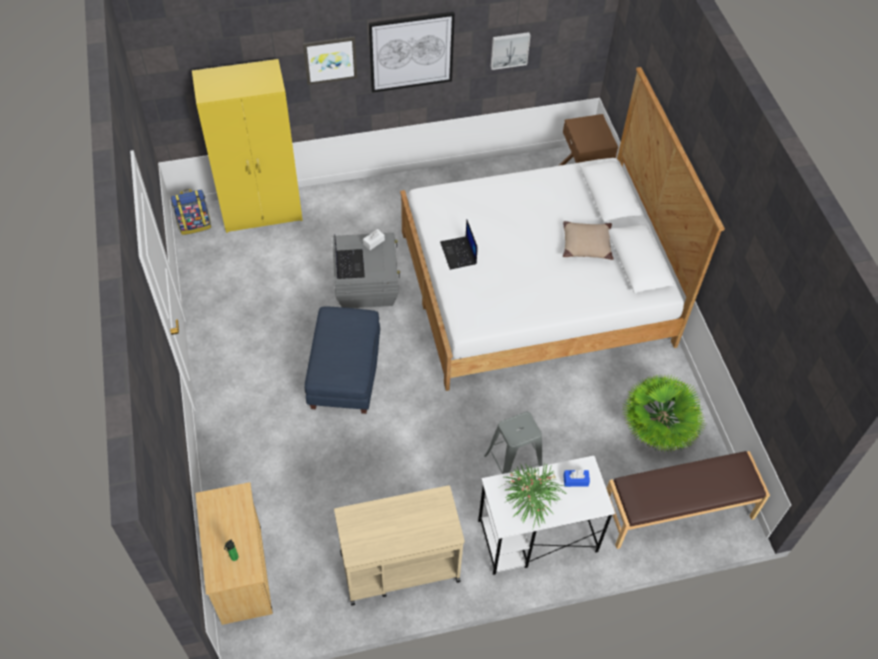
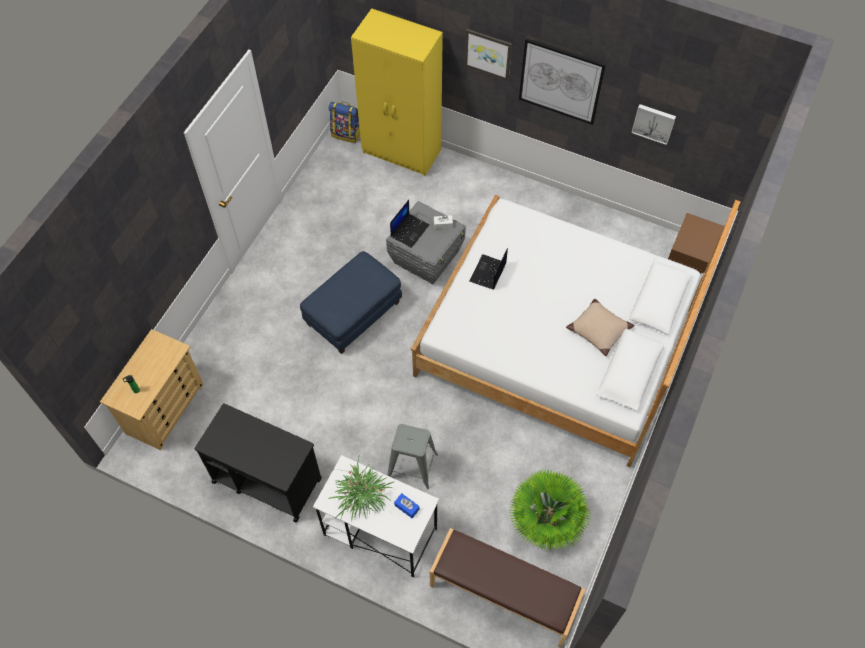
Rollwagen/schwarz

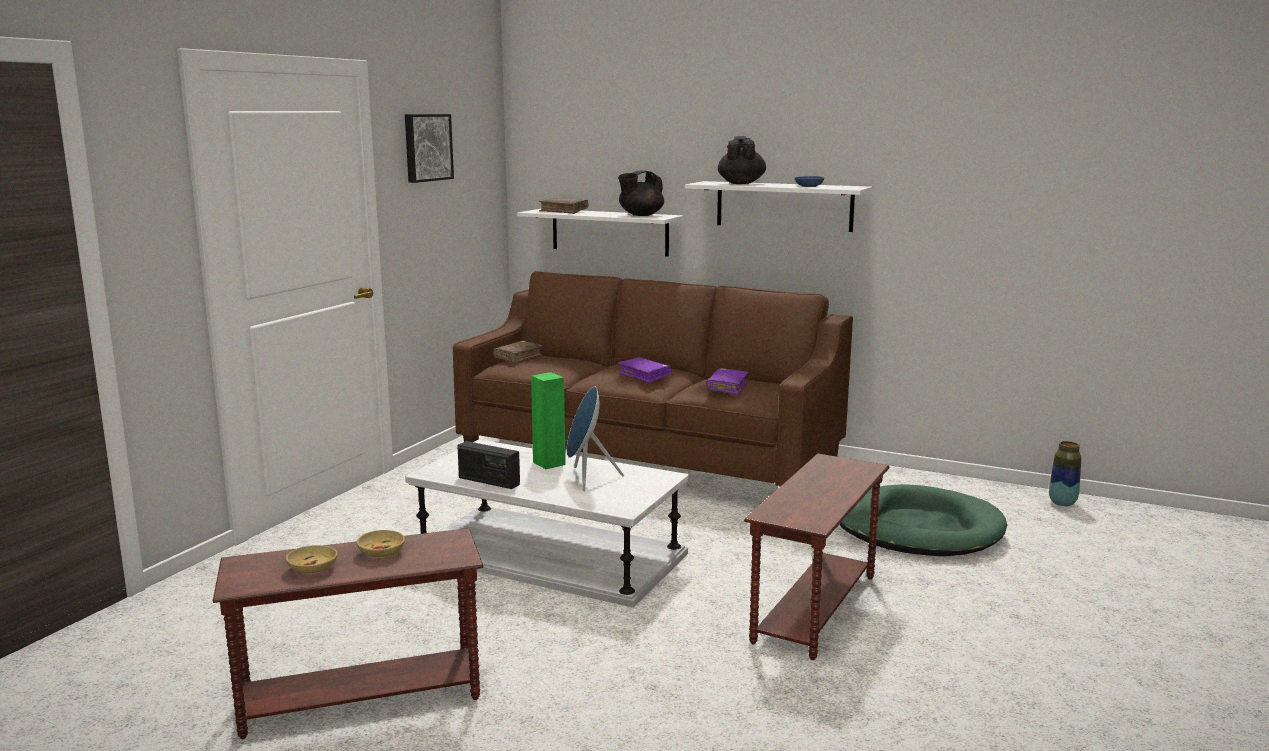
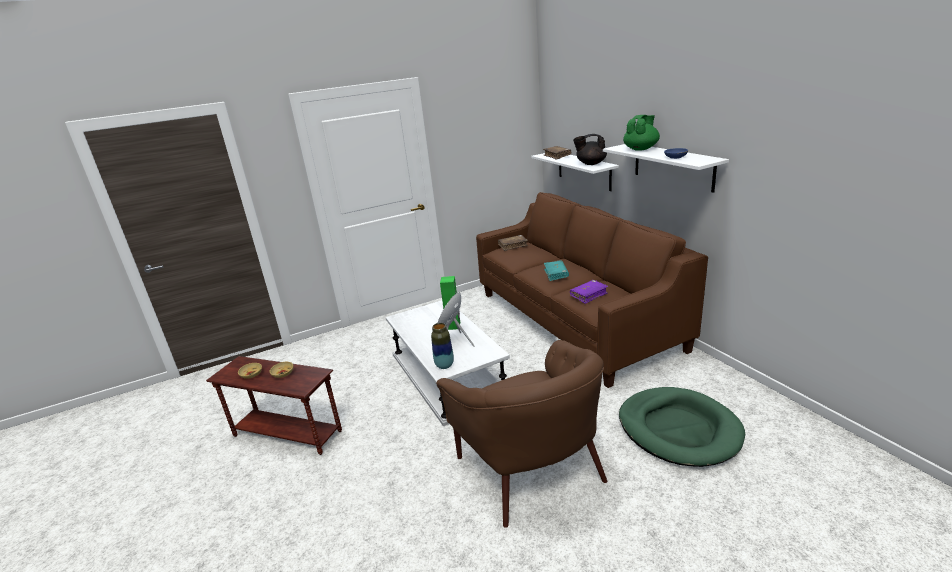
Bild
Radio
Vase
Sessel/braun
Buch/türkis
Teekanne/grün

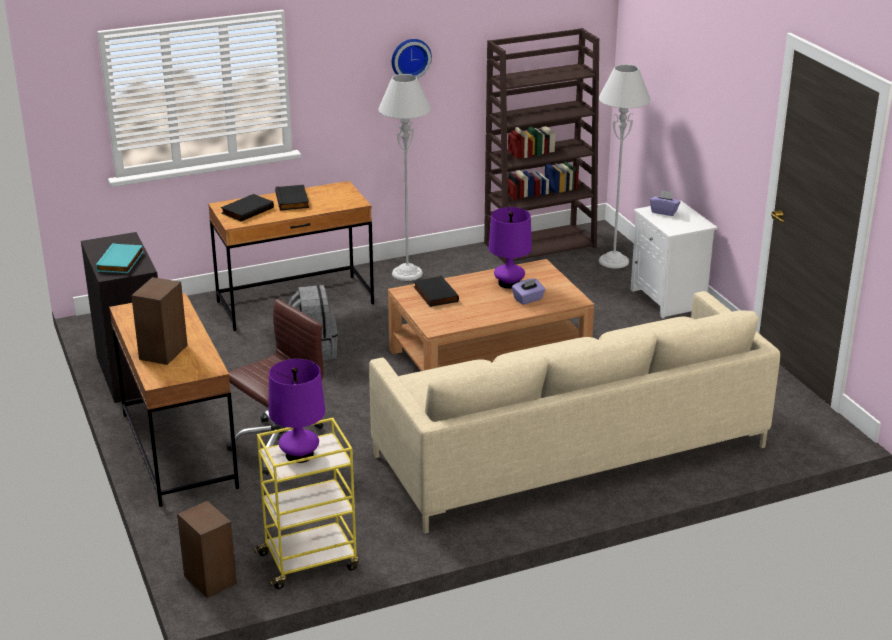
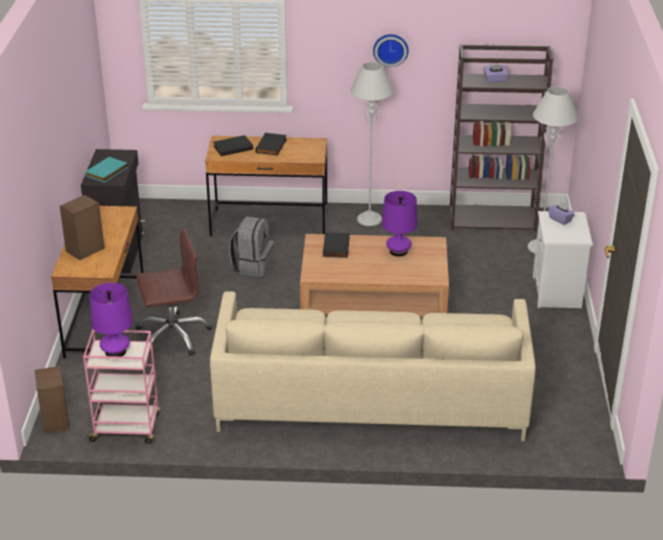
Taschentuchbox/lila (1st from left)
Rollwagen/rosa

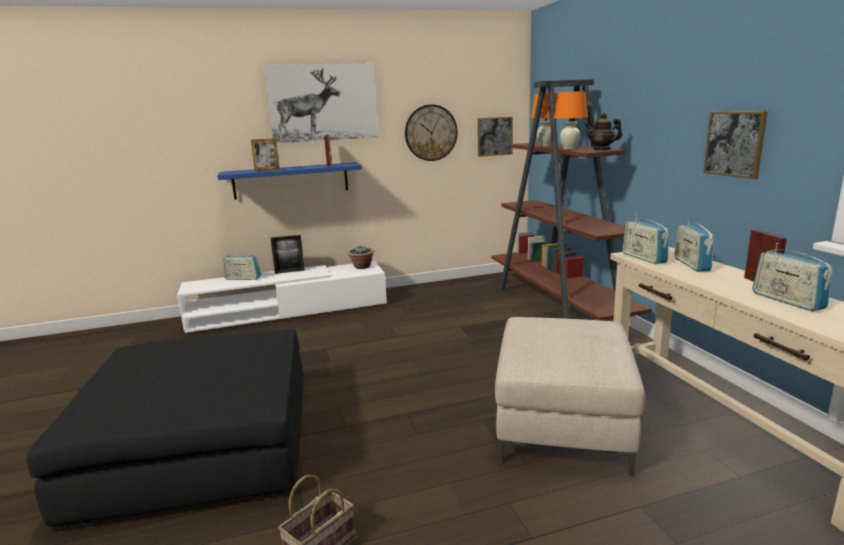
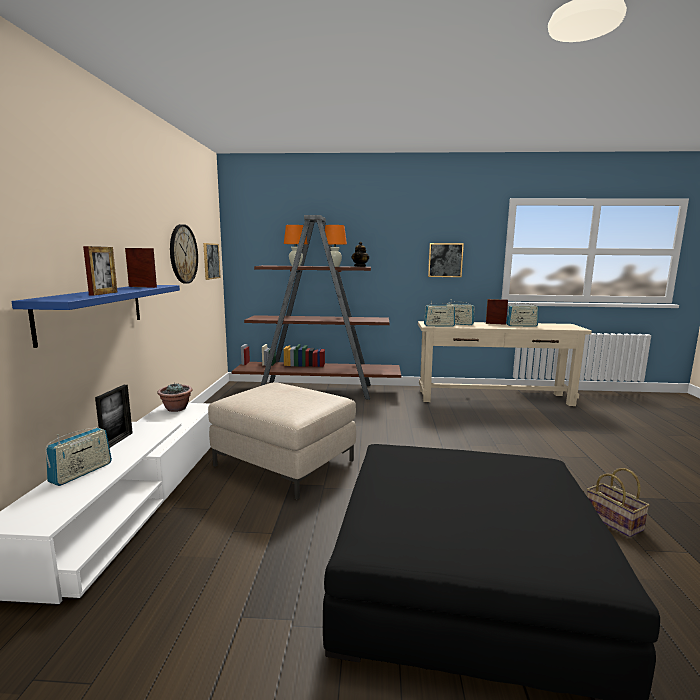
Bild (1st from left in the first image)
Polsterhocker/beige

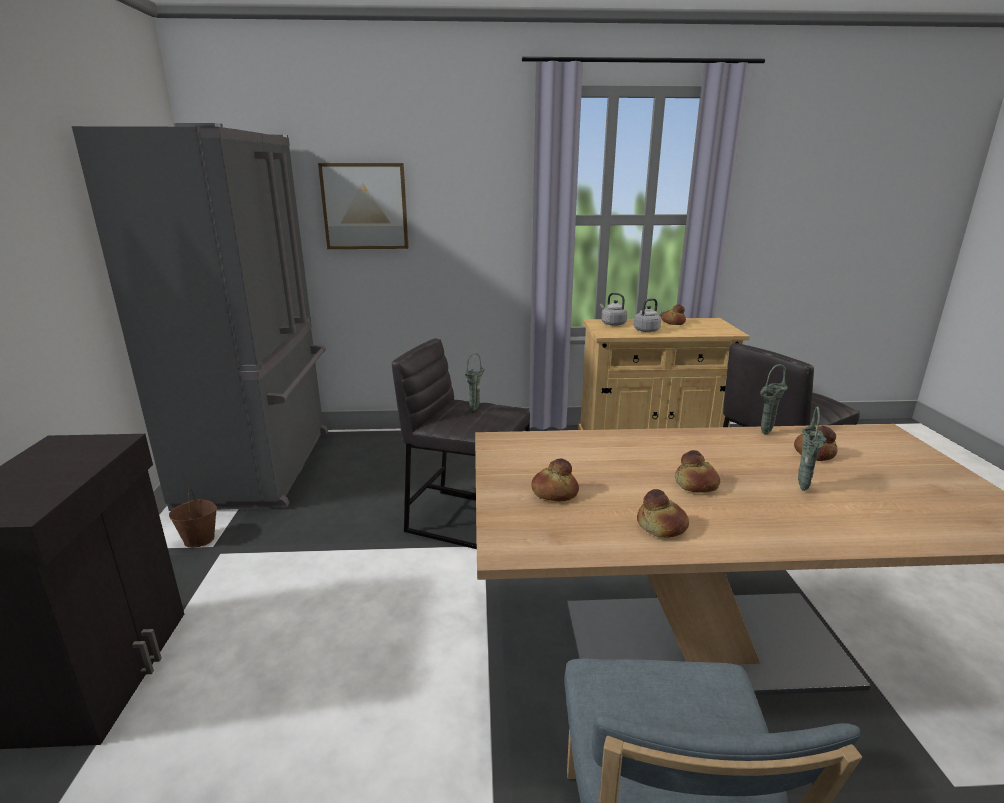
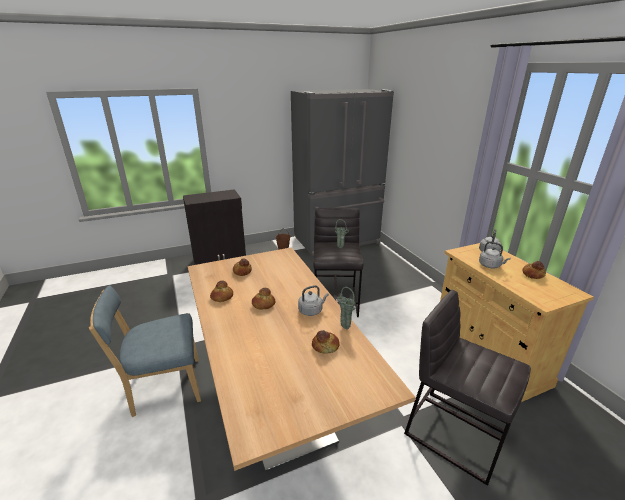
Bild
Vase/grün (3rd from left in the first image)
Wasserkessel/grau (1st from left)

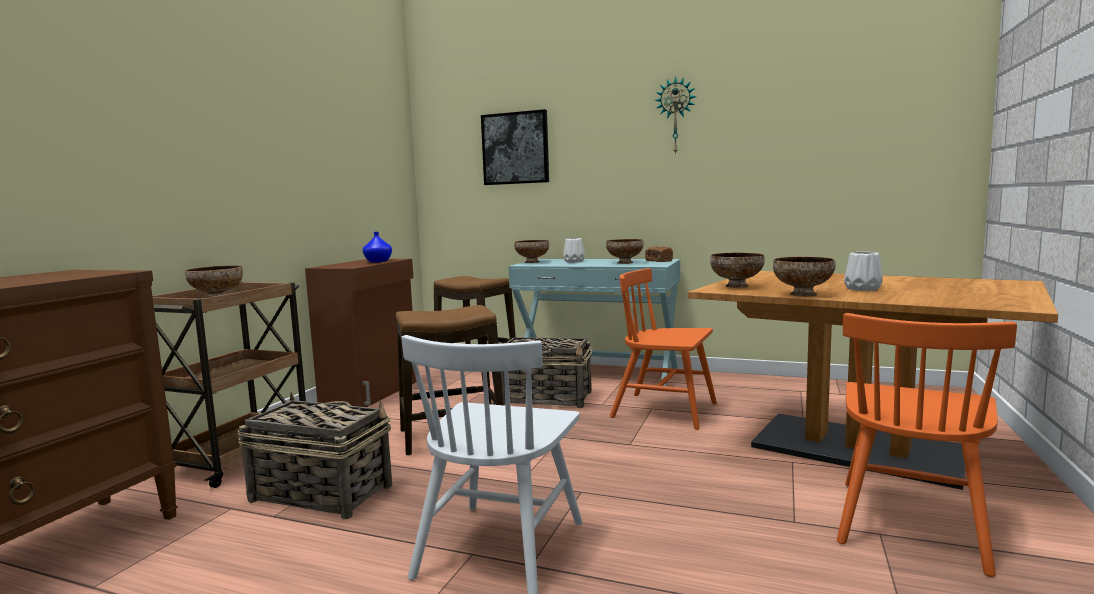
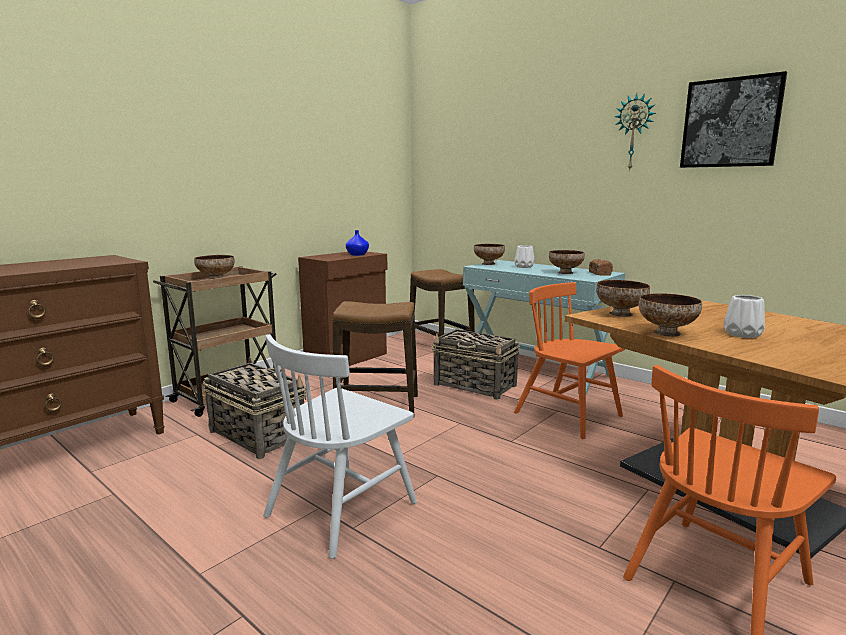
Bild

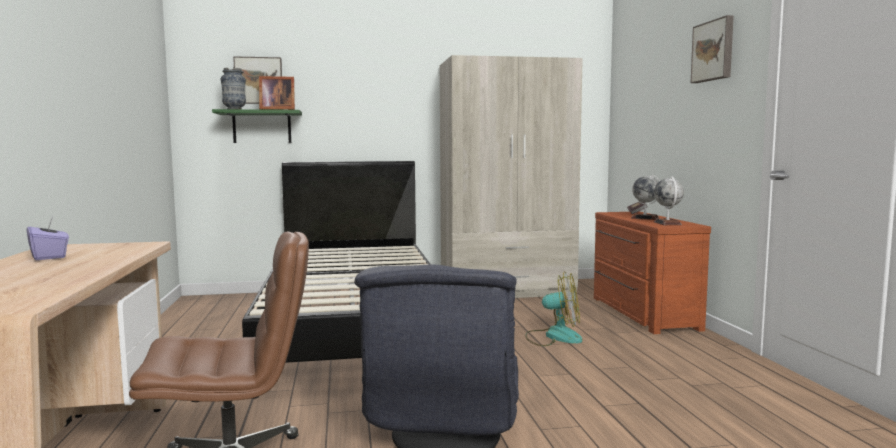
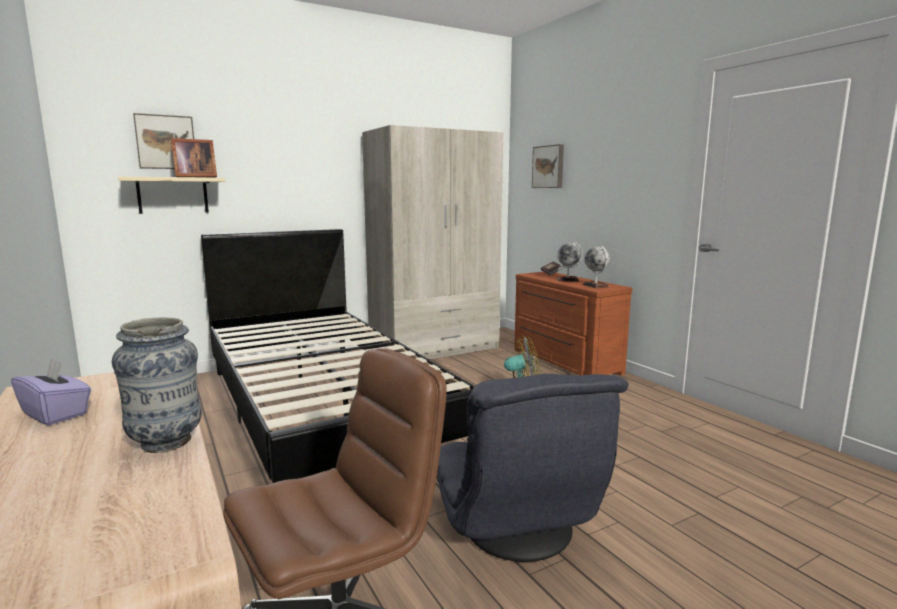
Vase
Bild (2nd from left)
Wandregal/beige

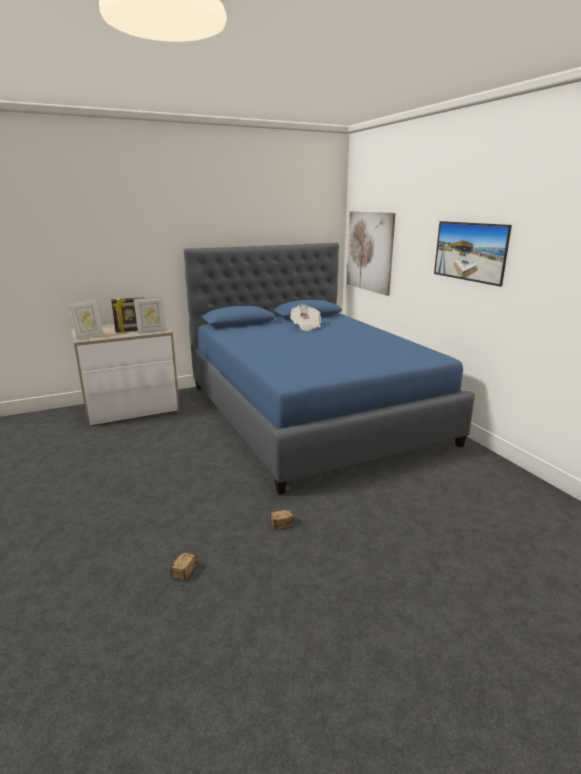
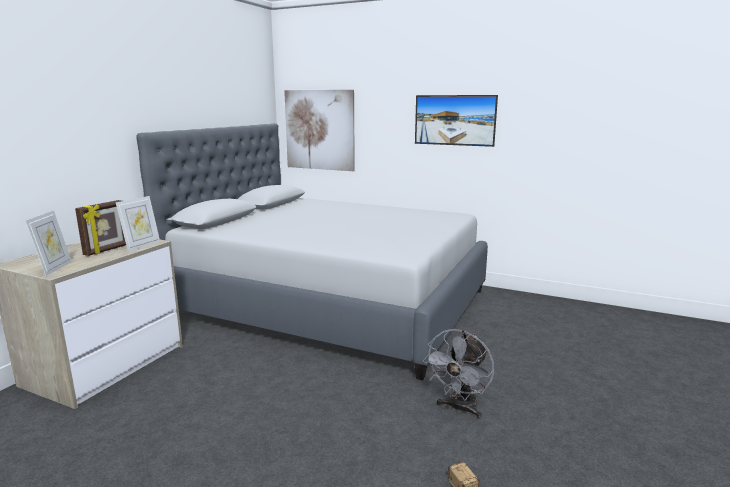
Zeitung
Ventilator/grau
Bett/grau

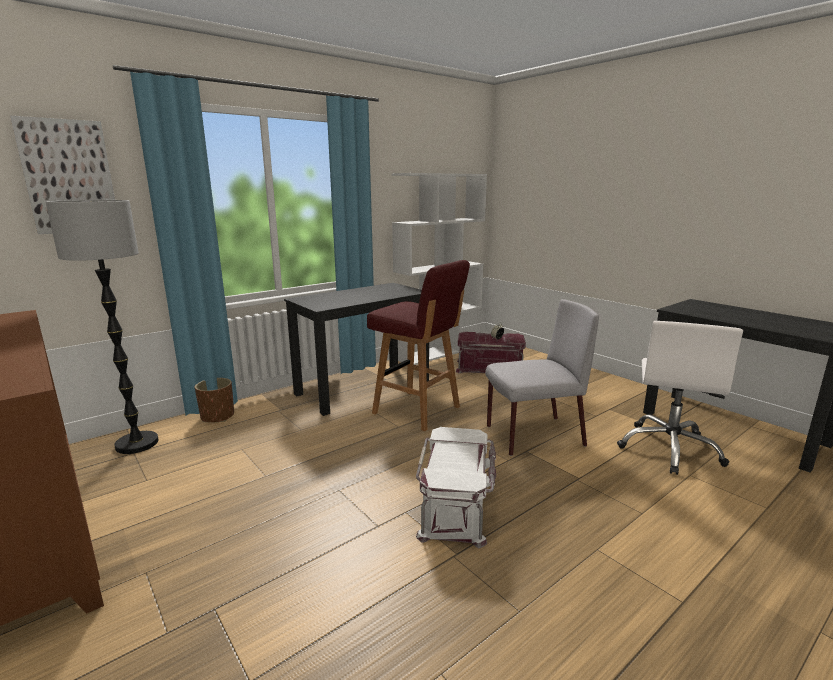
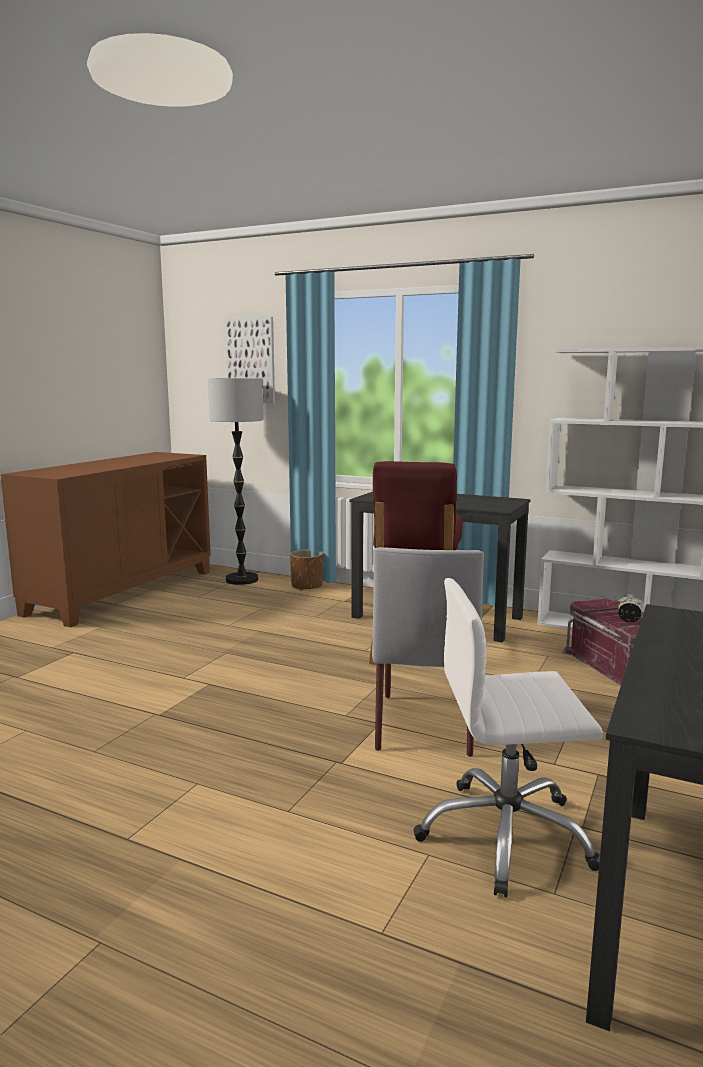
Aufbewahrungsbox/weiß
Stuhl/grau

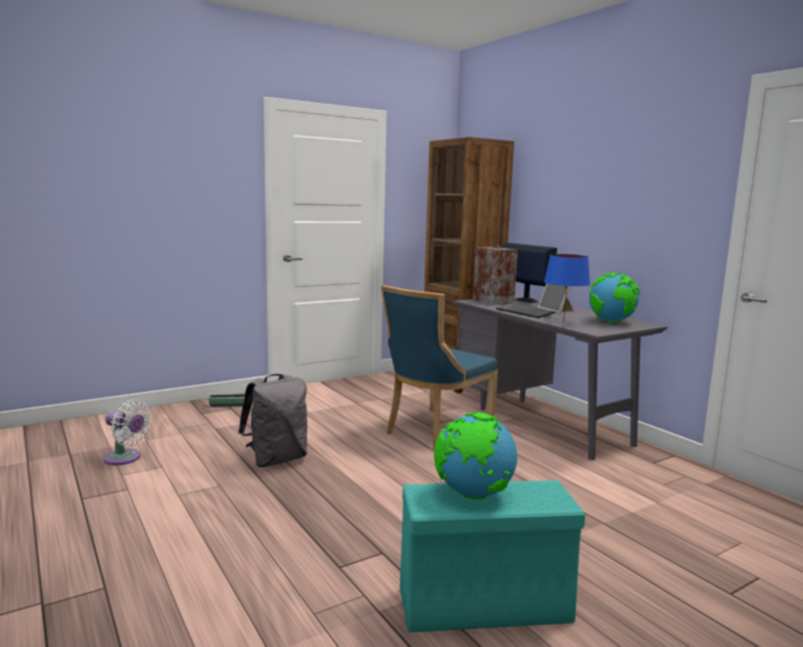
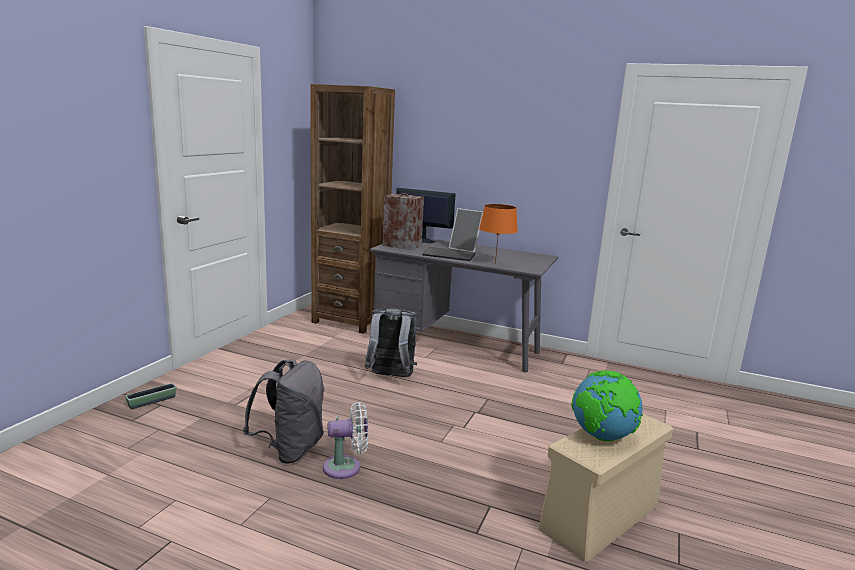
Globus (2nd from left in the first image)
Ventilator/weiß
Rucksack/grau (2nd from left)
Aufbewahrungsbox/beige
Tischlampe/orange

